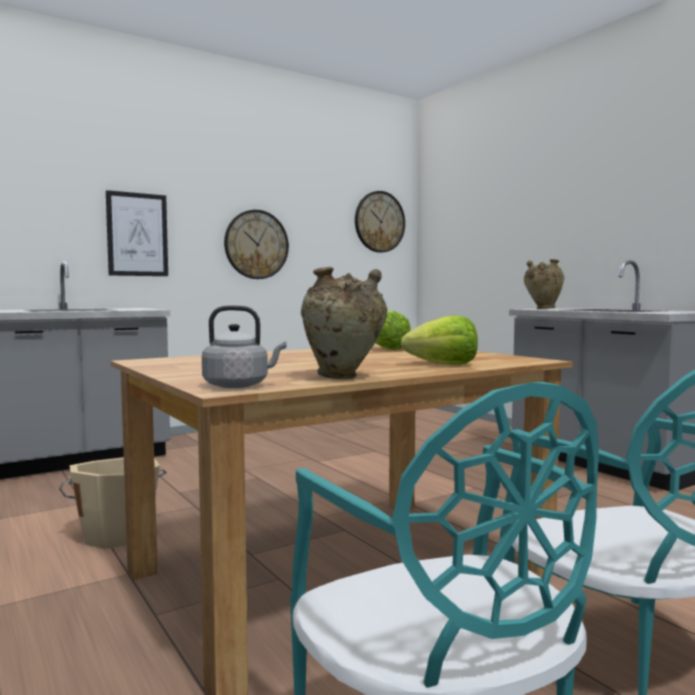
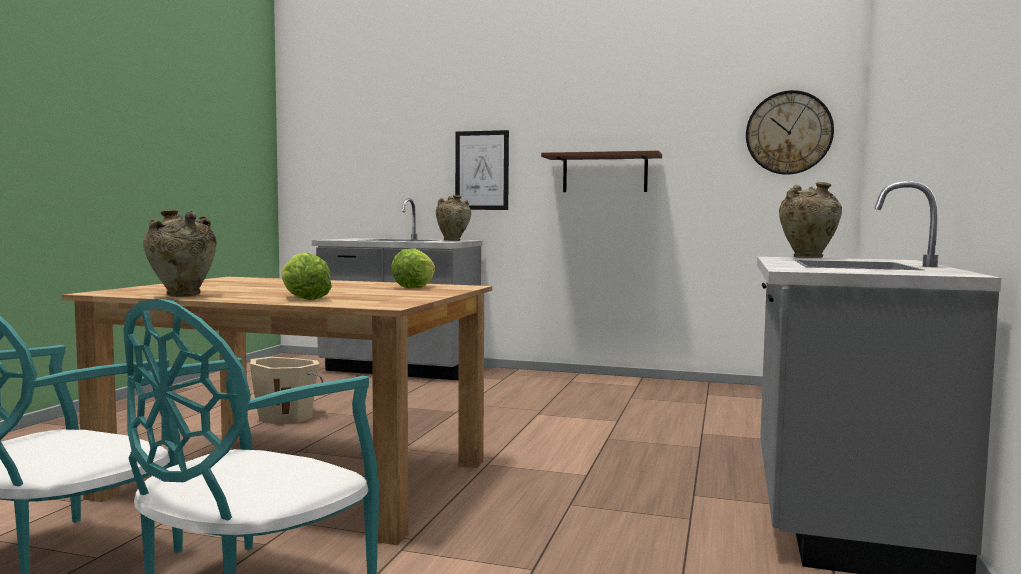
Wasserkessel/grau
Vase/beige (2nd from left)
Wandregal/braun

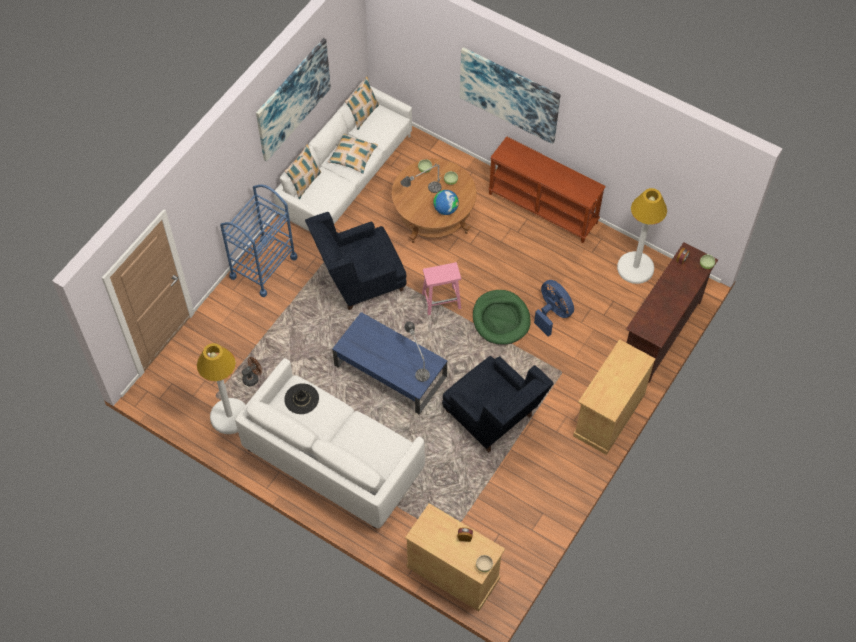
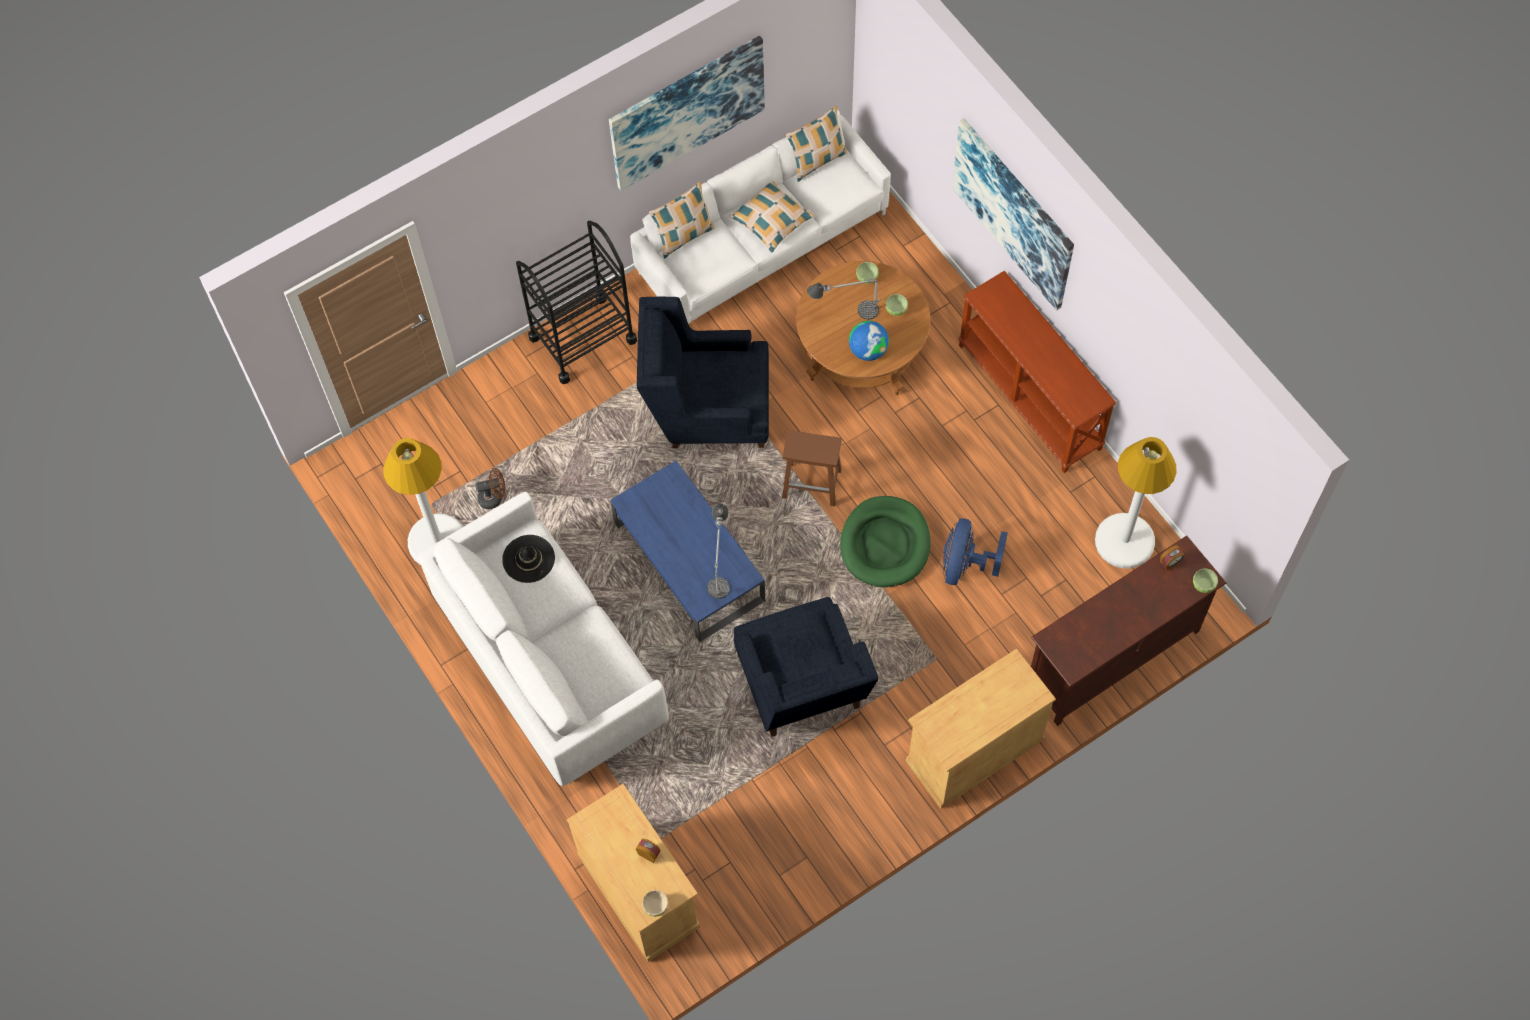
Rollwagen/schwarz
Hocker/braun
Ventilator/blau

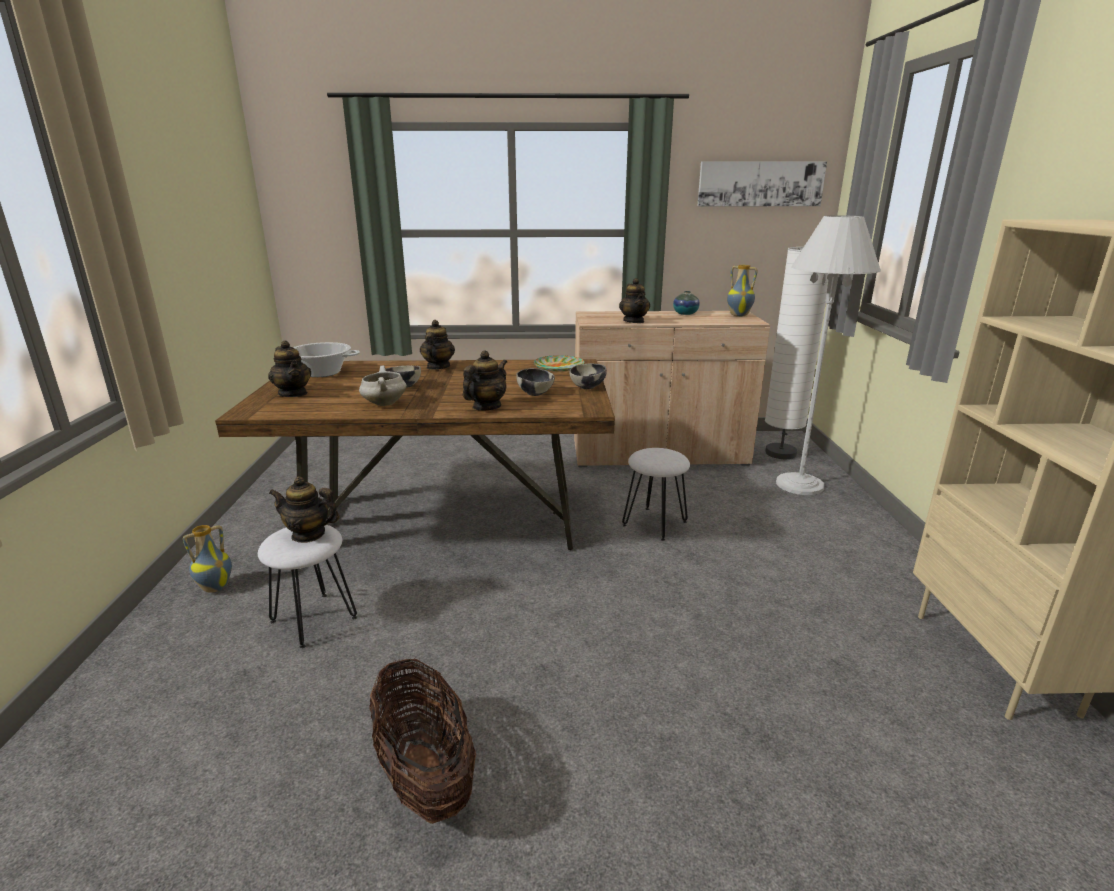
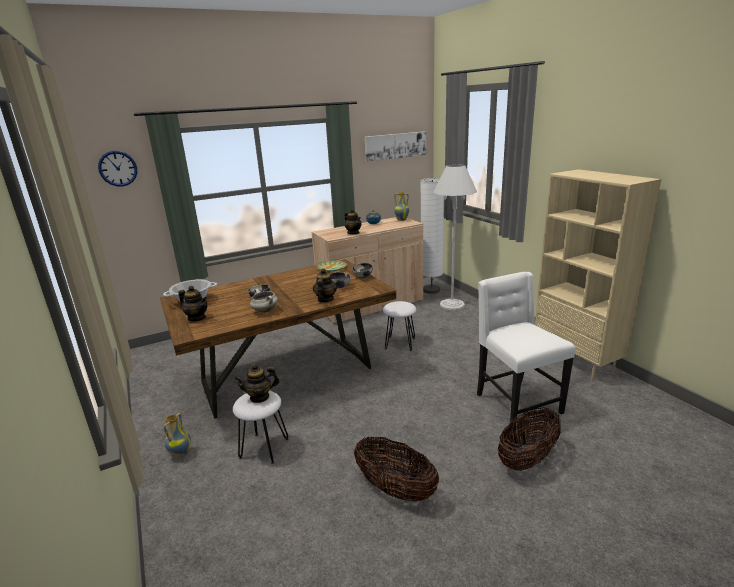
Teekanne (3rd from left in the first image)
Wanduhr
Stuhl/weiß
Korb (2nd from left)

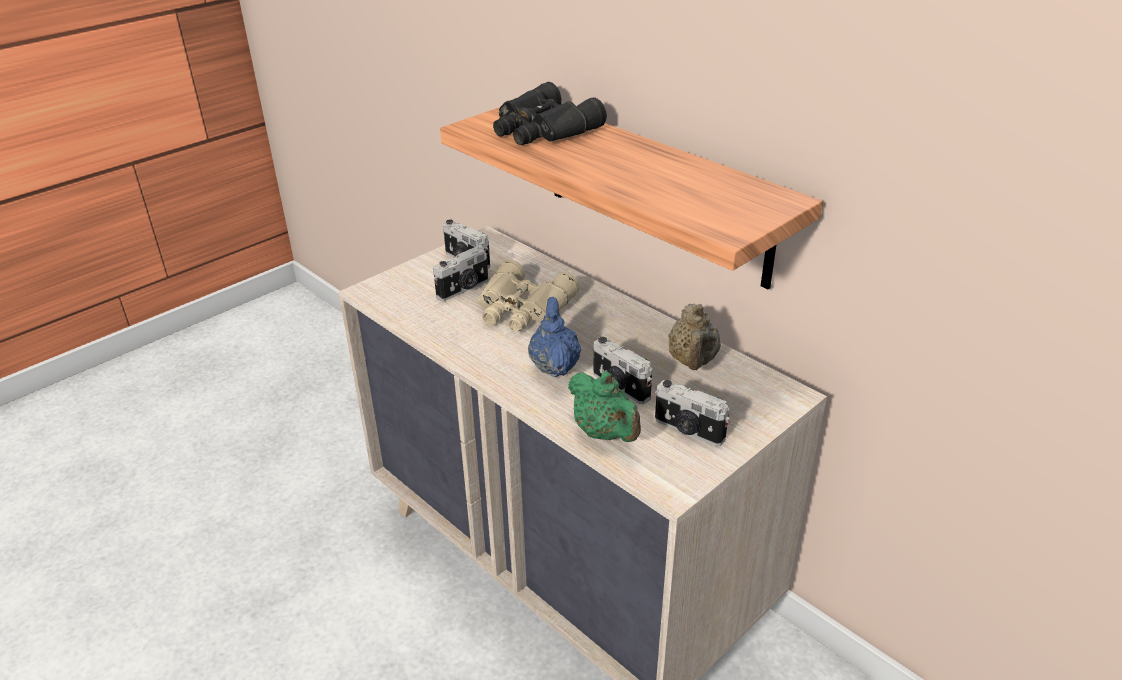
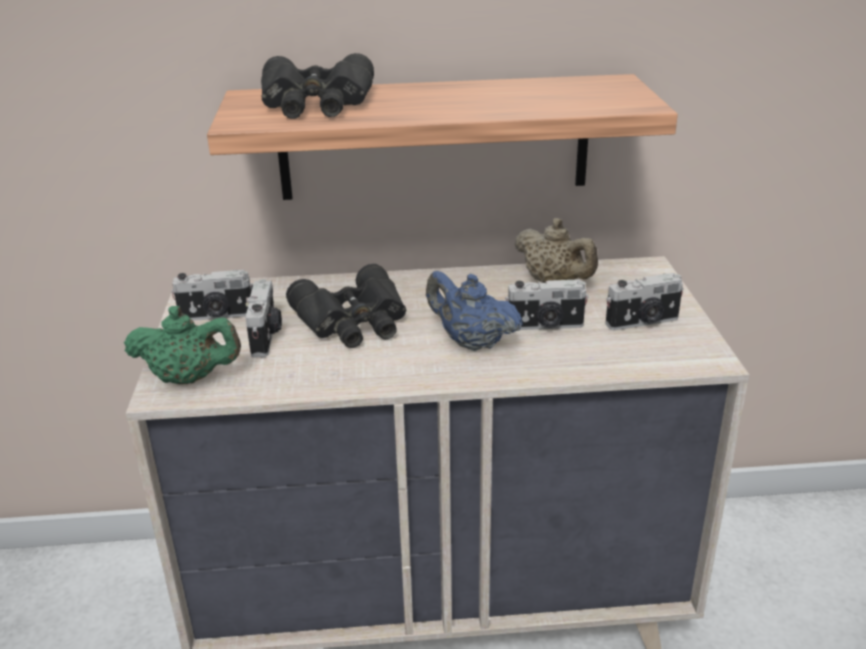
Teekanne/grün
Fernglas/schwarz (2nd from left)

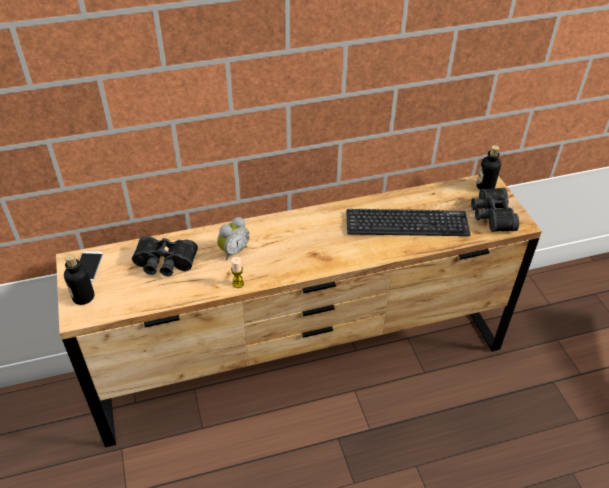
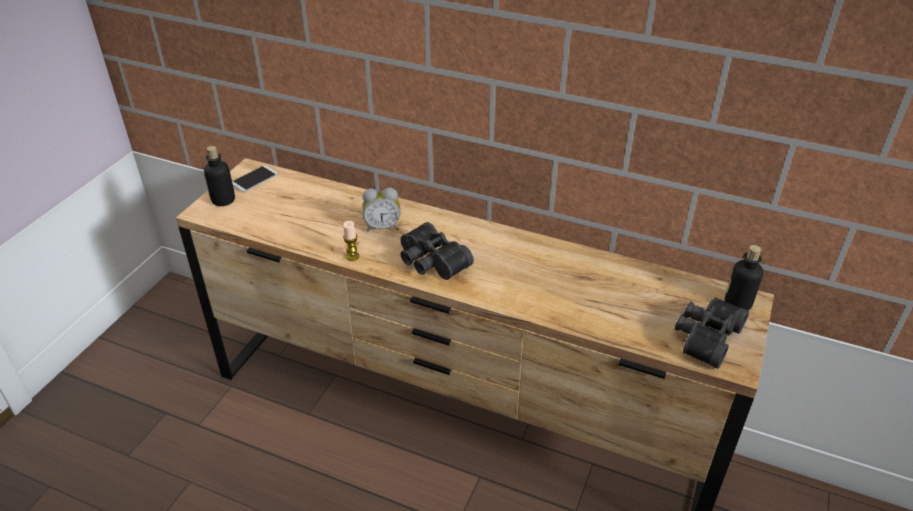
Tastatur
Fernglas/schwarz (1st from left)

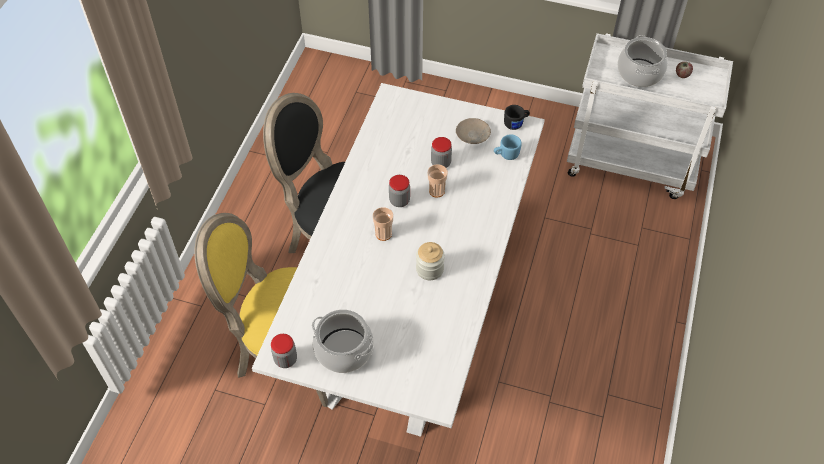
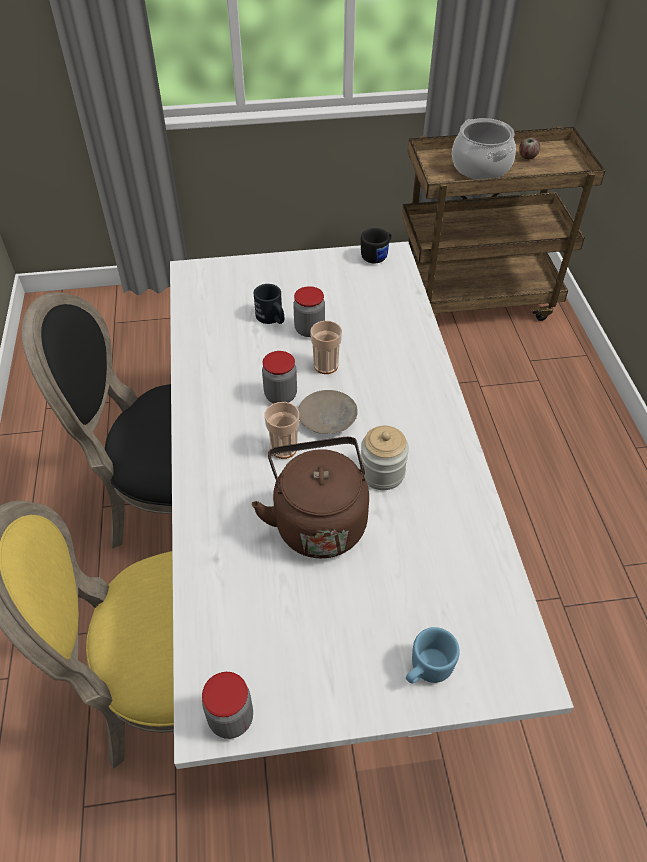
Kochtopf (1st from left in the first image)
Wasserkessel/braun
Henkelbecher/schwarz (1st from left)
Teller/beige
Henkelbecher/blau
Rollwagen/braun

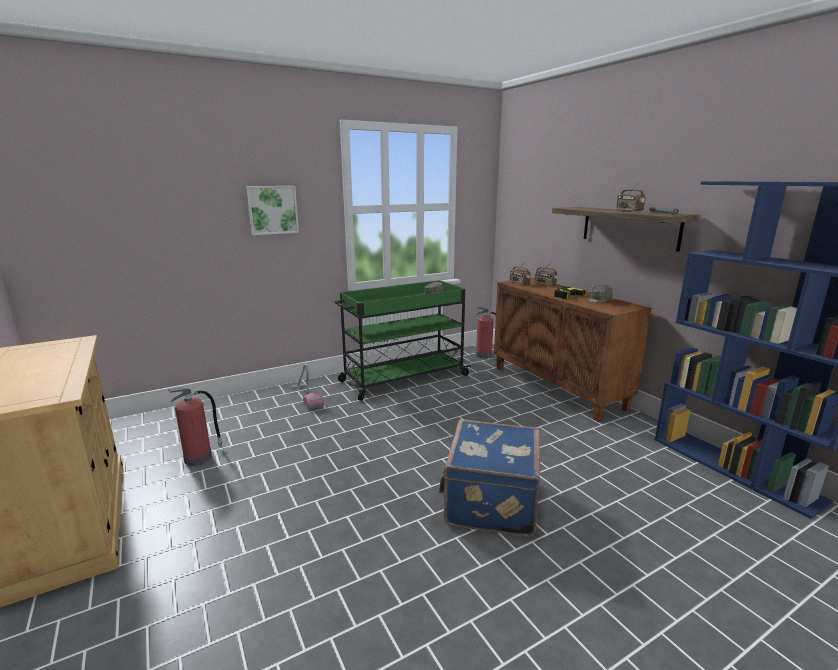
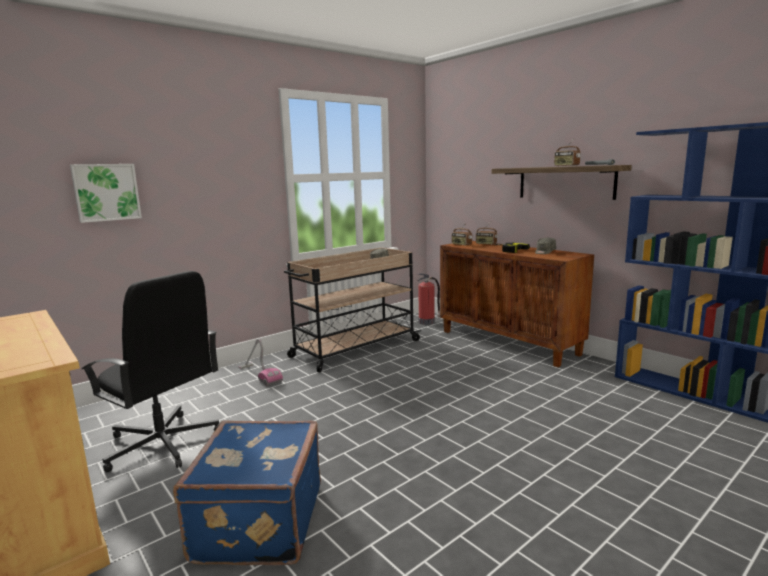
Bild
Koffer/blau
Bürostuhl/schwarz
Rollwagen/beige

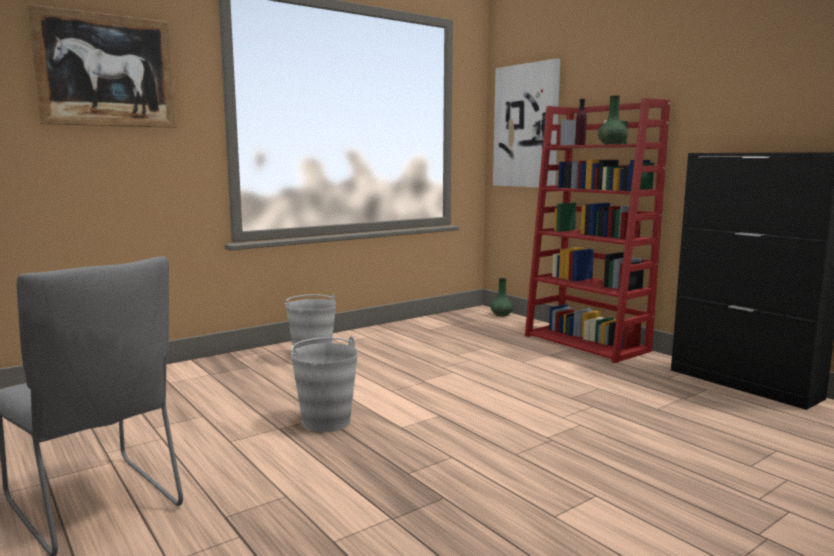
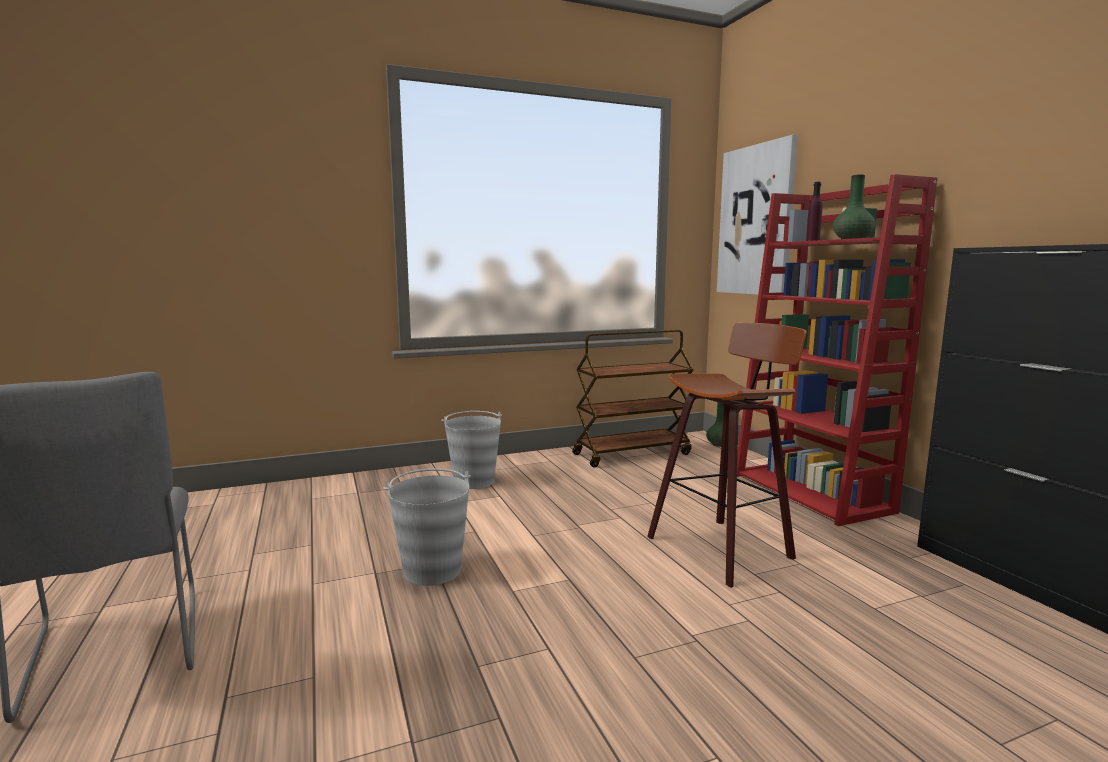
Bild (1st from left in the first image)
Rollwagen/braun
Hocker

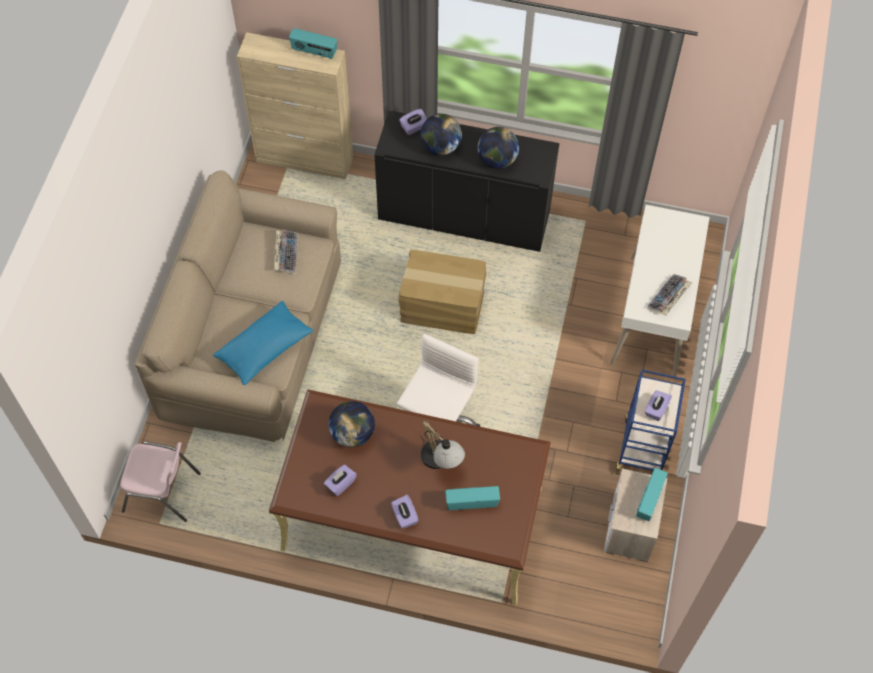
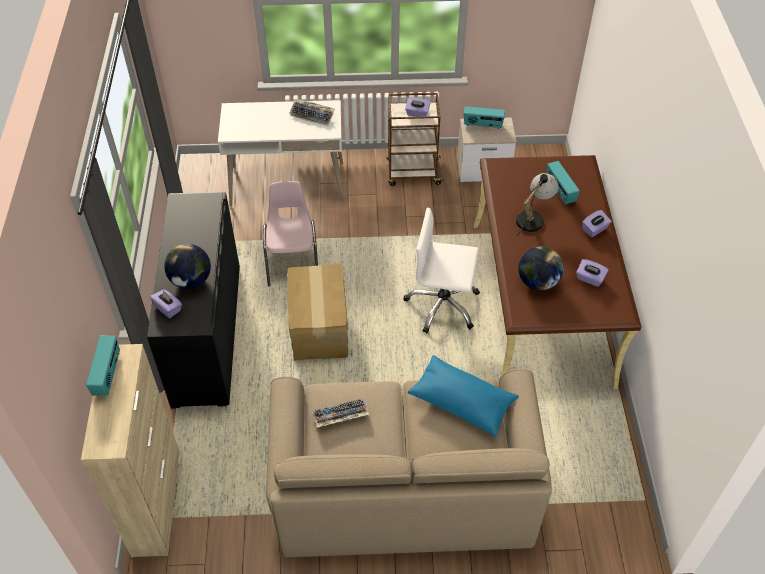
Globus (3rd from left in the first image)
Stuhl/rosa
Rollwagen/braun

